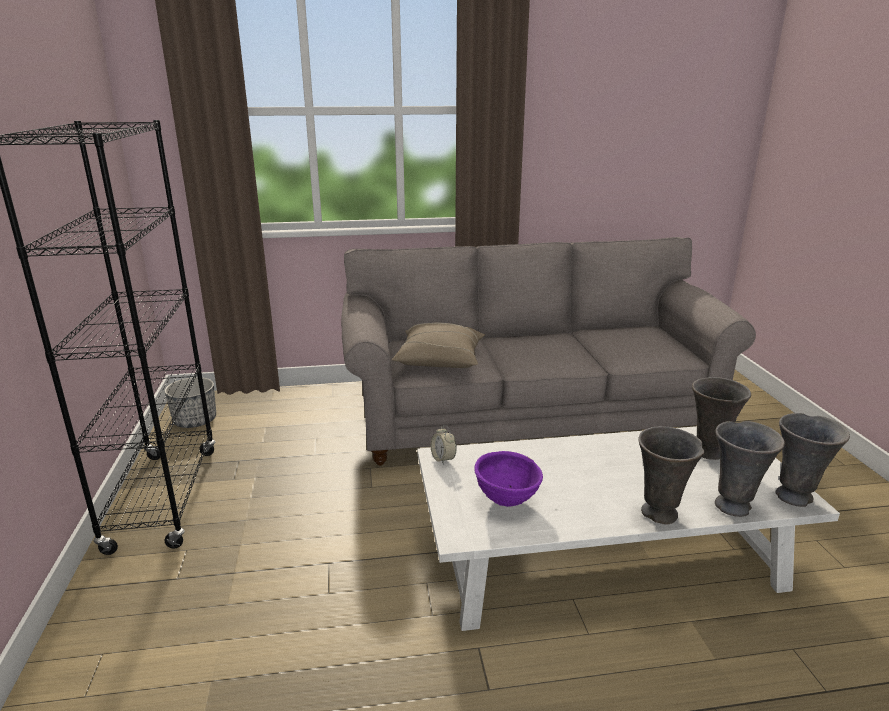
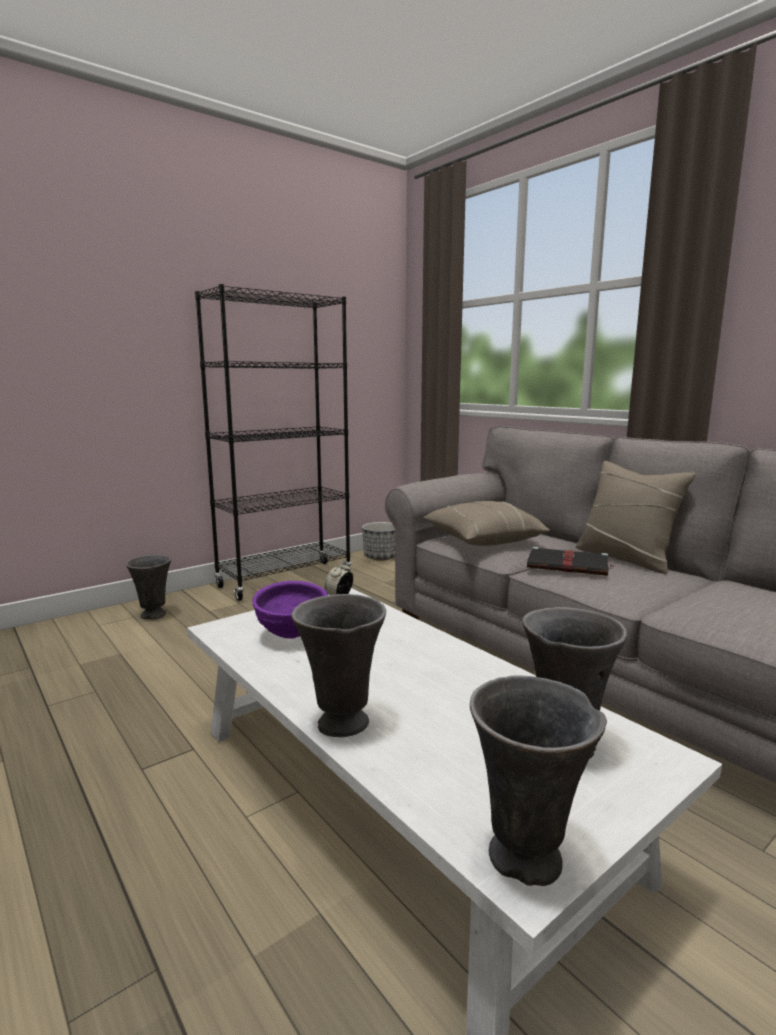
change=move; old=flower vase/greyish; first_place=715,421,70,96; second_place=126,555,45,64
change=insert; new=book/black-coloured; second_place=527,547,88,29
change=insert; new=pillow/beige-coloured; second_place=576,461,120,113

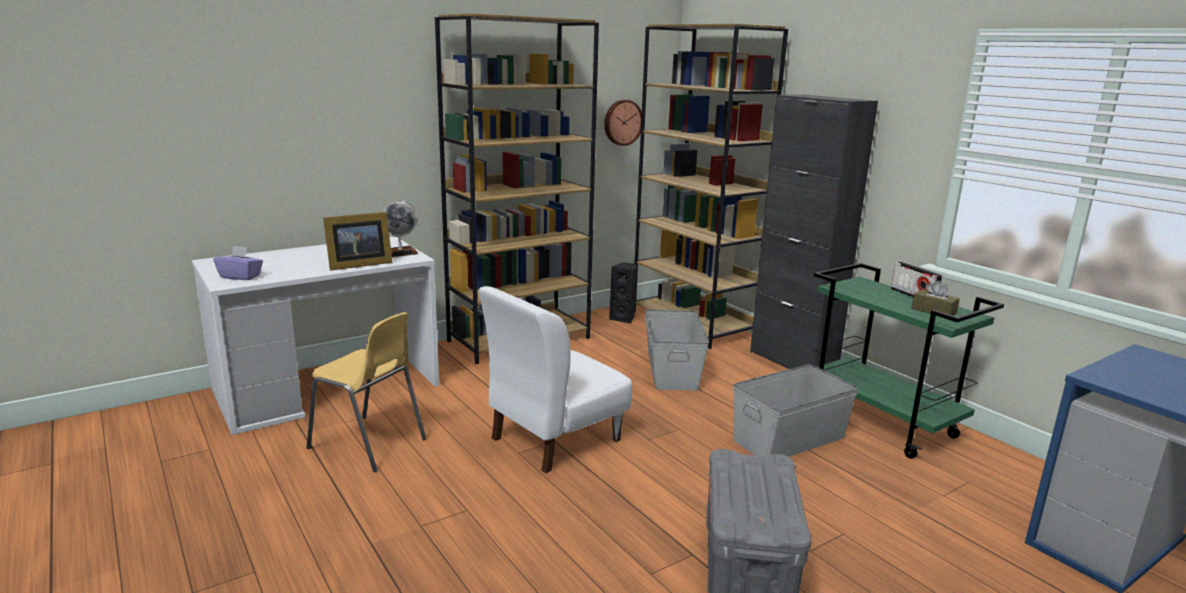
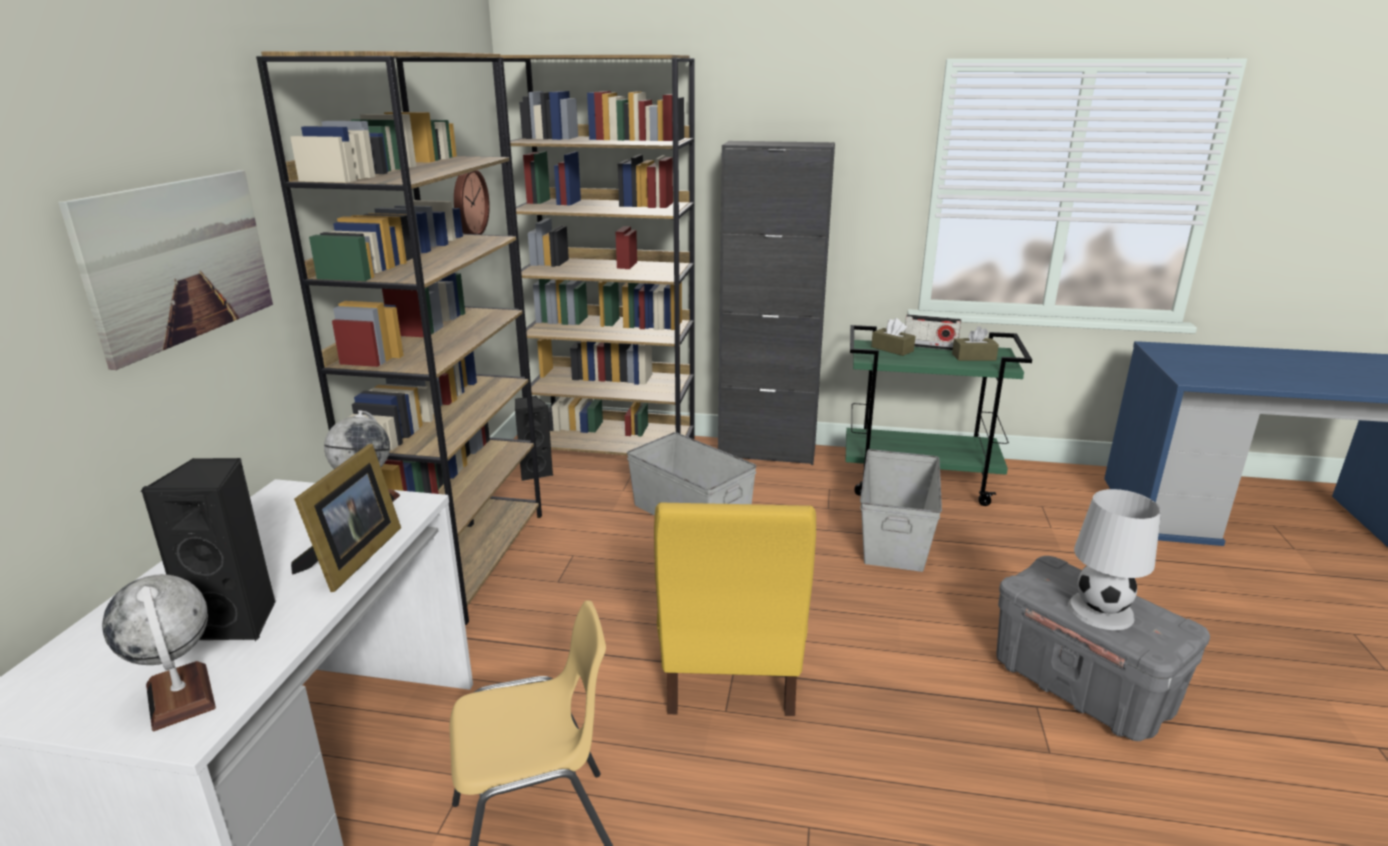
change=replace; old=box of tissues/purple; new=desk globe; first_place=213,246,50,34; second_place=102,574,114,157
change=recolor; old=plain chair/white-coloured; new=plain chair/yellowish; first_place=479,286,153,187; second_place=654,502,162,214
change=insert; new=wall art; second_place=58,170,215,200
change=insert; new=speaker/black-coloured; second_place=140,458,136,184
change=insert; new=box of tissues/brownish; second_place=871,318,44,38
change=insert; new=tabletop lamp/white-coloured; second_place=1069,489,92,141

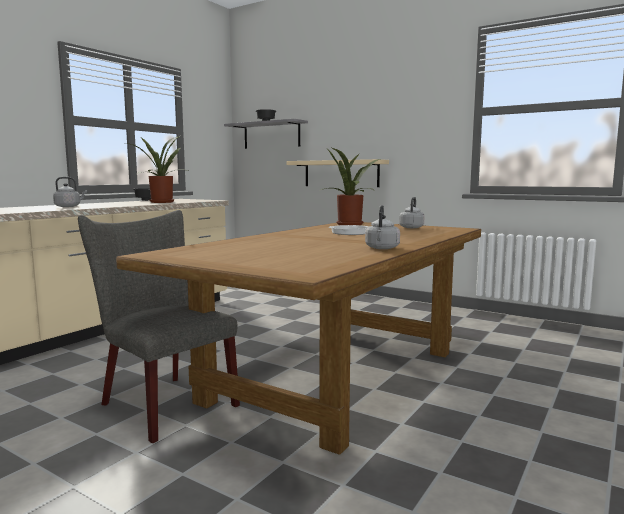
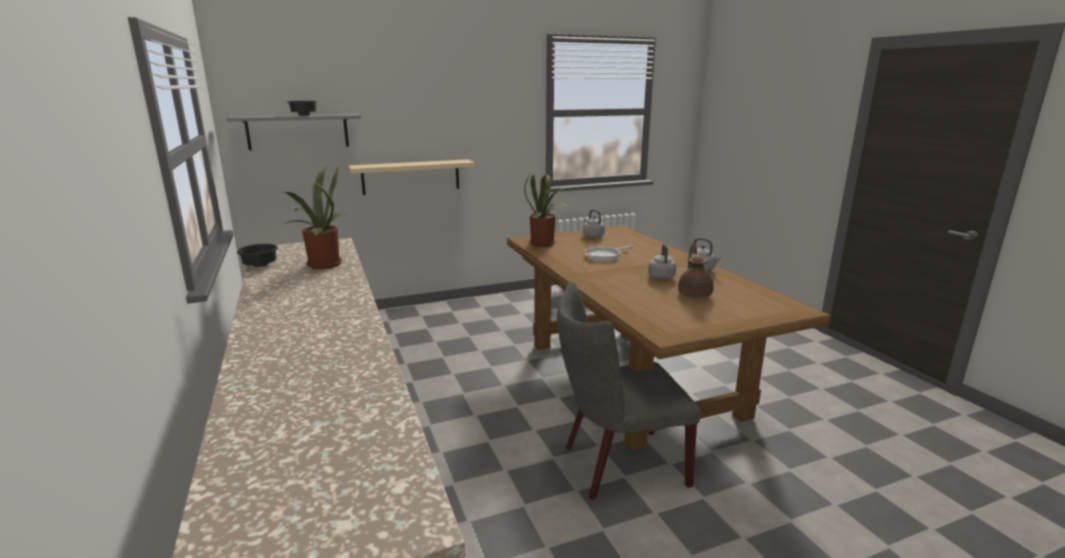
change=move; old=kettle/greyish; first_place=53,177,34,30; second_place=648,244,28,35
change=insert; new=teapot/brownish; second_place=678,243,36,55

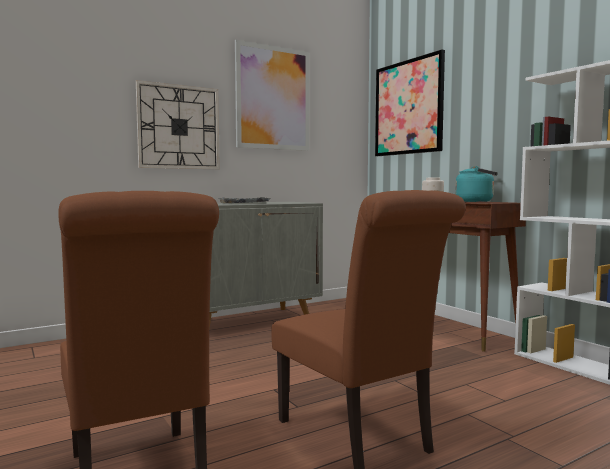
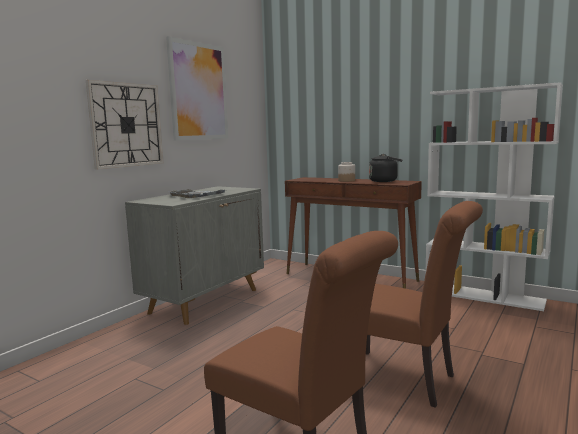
change=delete; old=wall art; first_place=375,49,70,107
change=recolor; old=kettle/turquoise-coloured; new=kettle/black-coloured; first_place=455,166,43,36; second_place=369,154,34,28

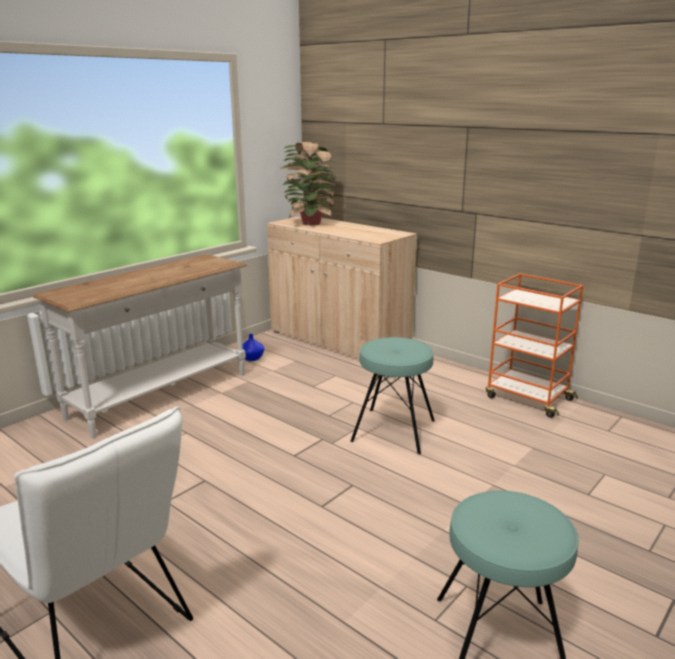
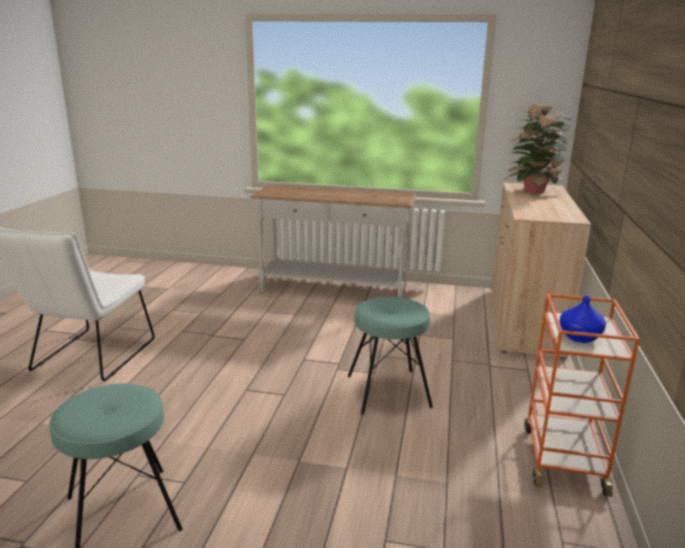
change=move; old=flower vase/bluish; first_place=243,334,21,27; second_place=560,296,46,47

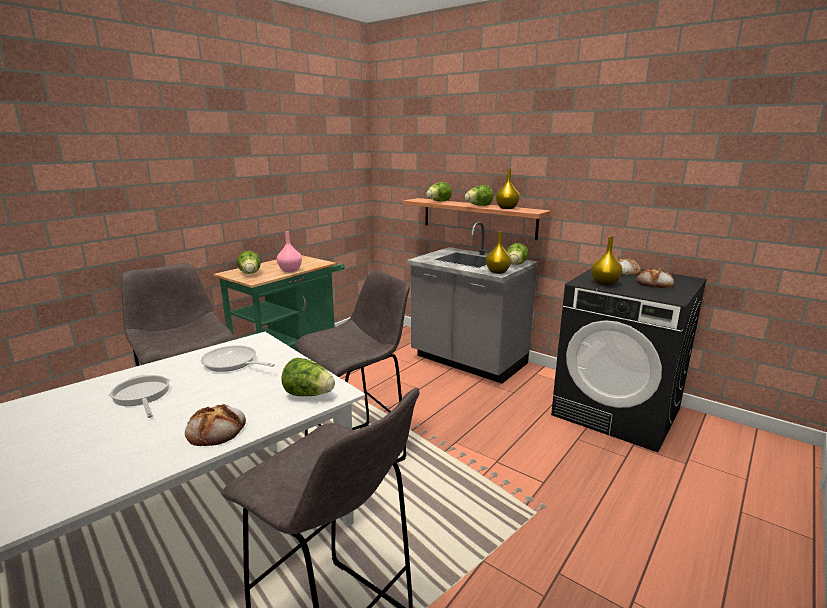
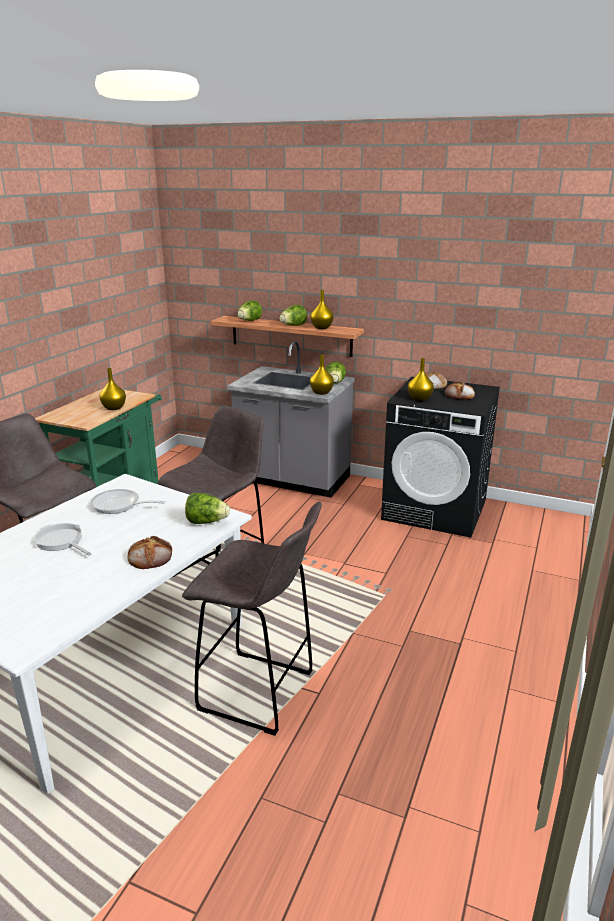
change=delete; old=lettuce; first_place=236,251,25,23
change=recolor; old=flower vase/pinkish; new=flower vase/yellowish; first_place=277,231,25,41; second_place=99,368,27,42

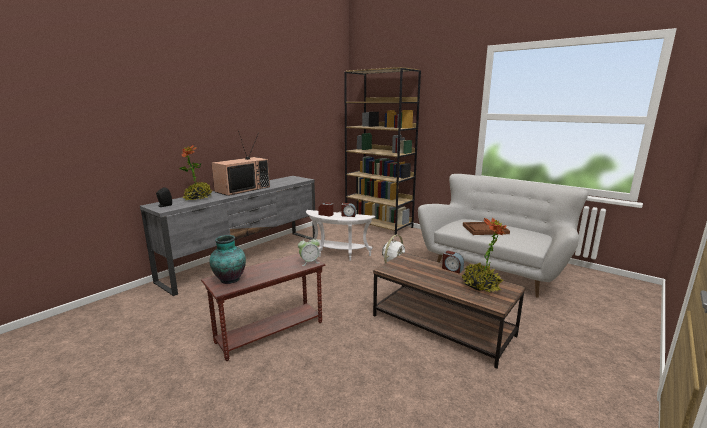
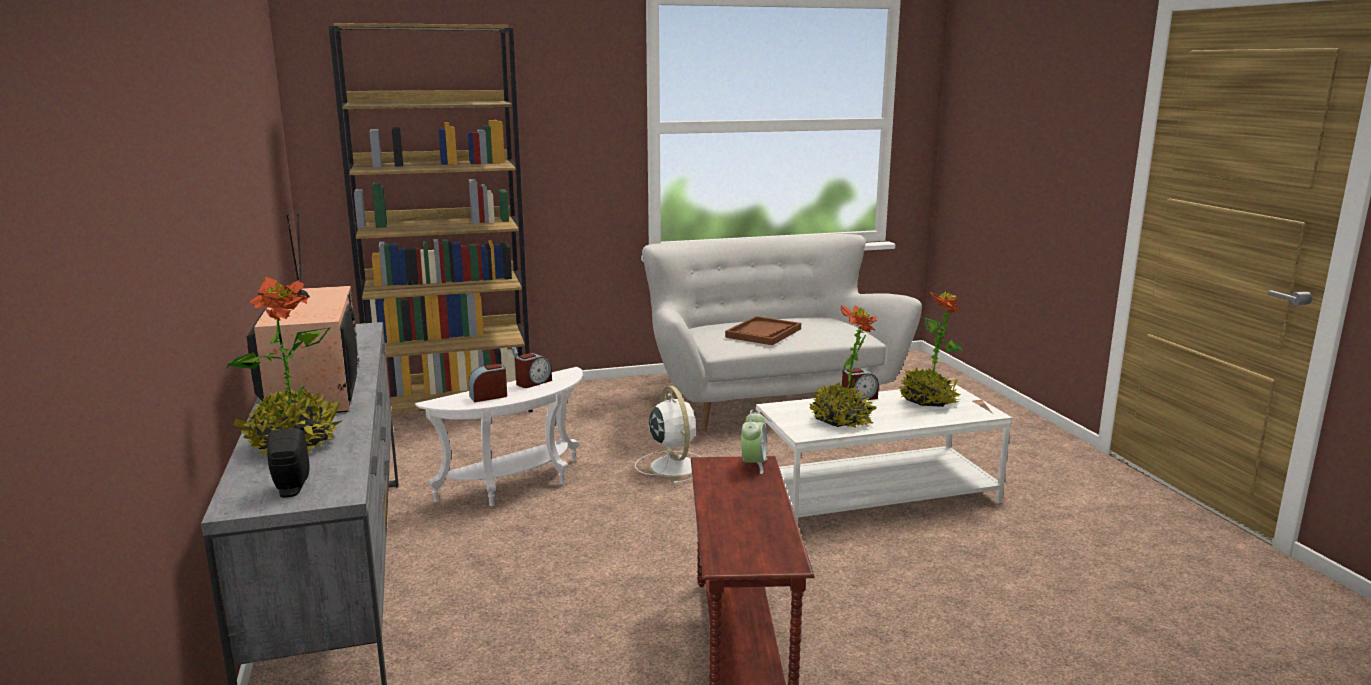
change=delete; old=flower vase; first_place=209,235,37,49
change=recolor; old=low table/brownish; new=low table/white-coloured; first_place=373,253,153,116; second_place=756,384,256,139
change=insert; new=houseplant; second_place=809,305,68,123

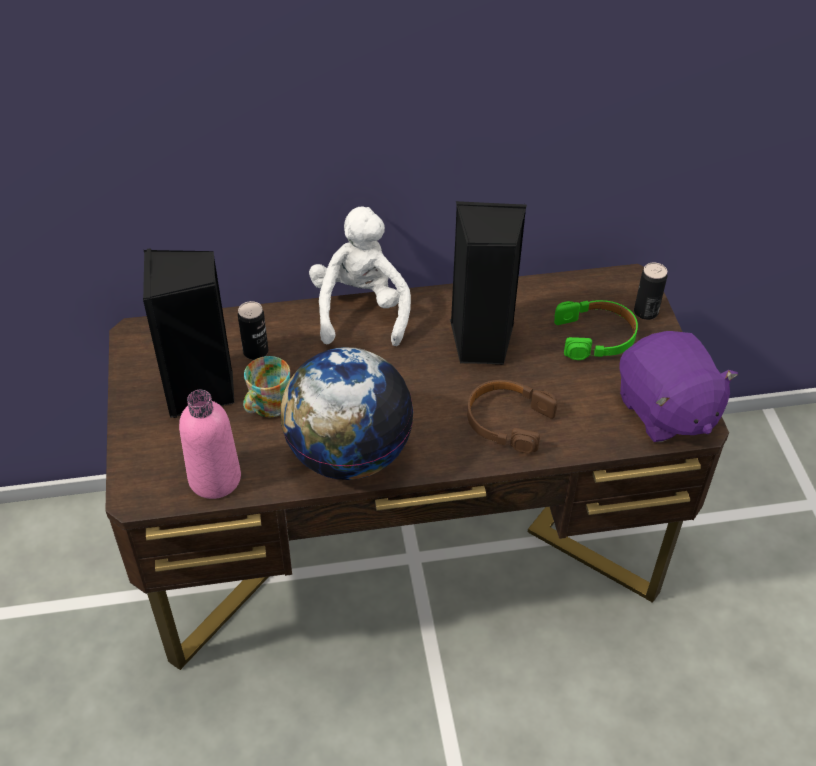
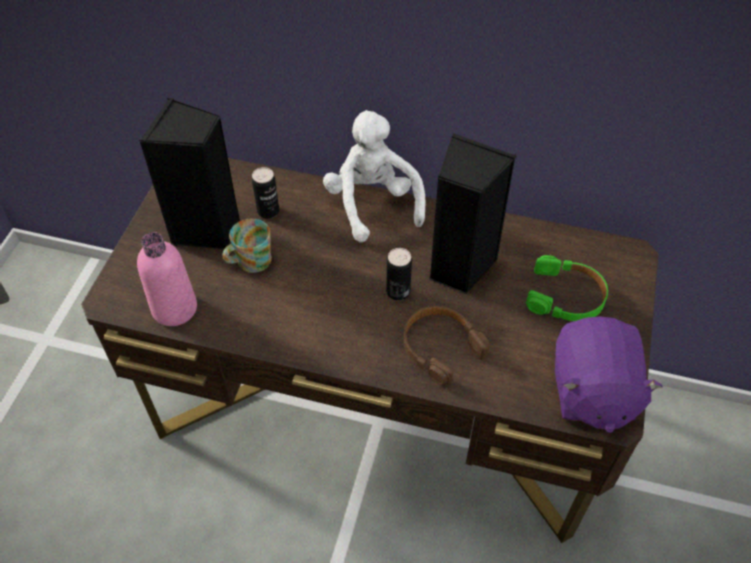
change=delete; old=desk globe; first_place=280,347,134,133
change=rotate; old=soft toy/white-coloured; first_place=309,207,102,139; second_place=323,110,102,133; degrees=-45
change=move; old=sealed can; first_place=634,263,33,57; second_place=386,248,26,52

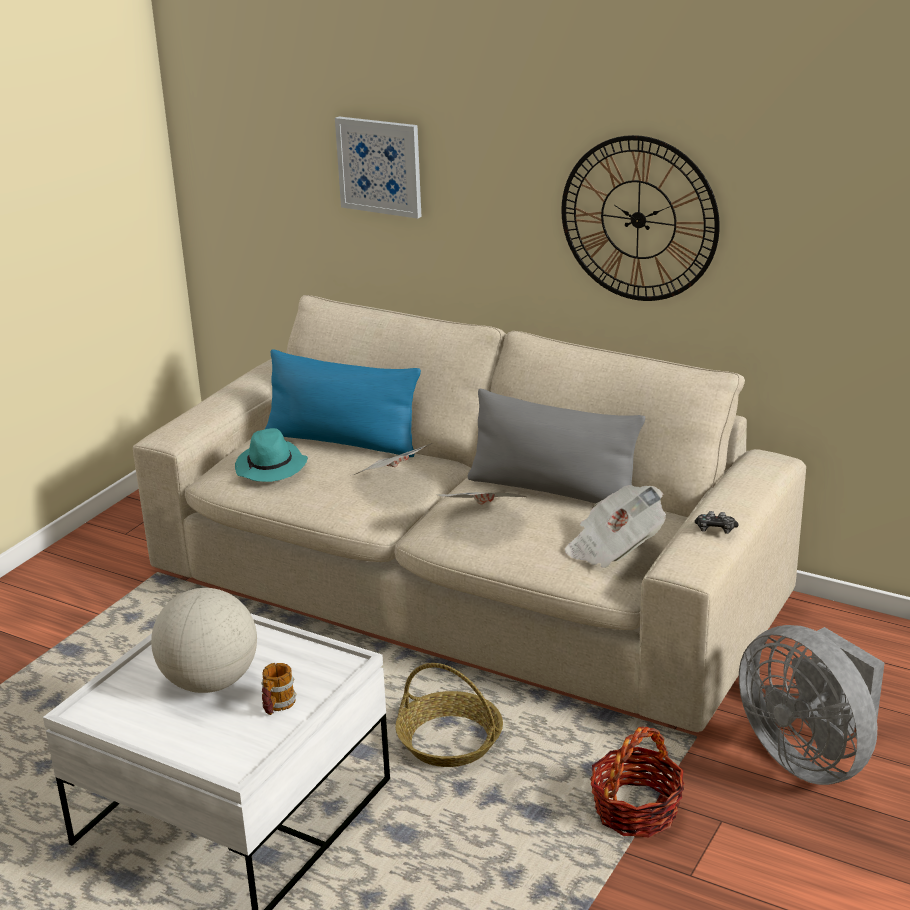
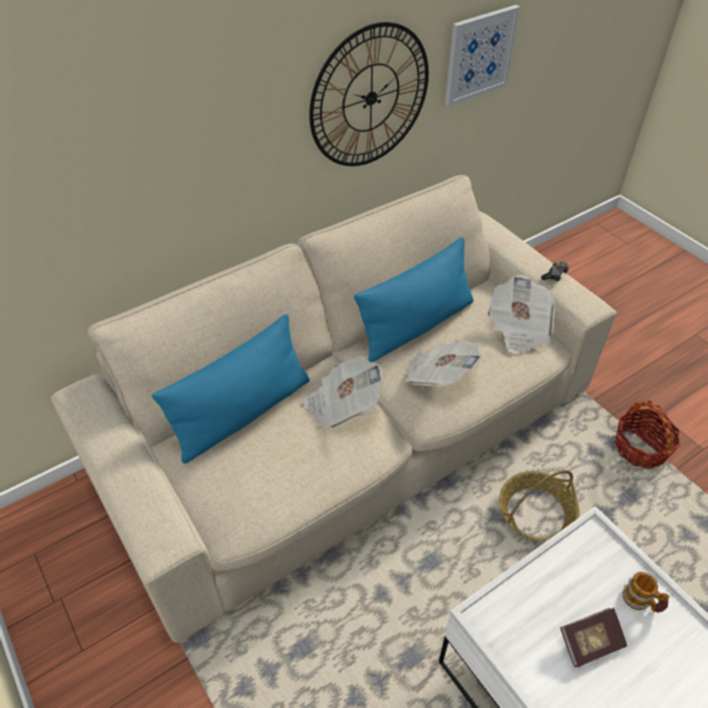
change=replace; old=desk globe; new=book; first_place=151,588,106,105; second_place=560,608,67,59
change=delete; old=clothing hat/turquoise-coloured; first_place=235,428,73,54
change=move; old=wall art; first_place=335,117,86,102; second_place=445,5,75,101
change=recolor; old=pillow/greyish; new=pillow/bluish; first_place=468,389,177,114; second_place=354,237,120,125
change=delete; old=electric fan/greyish; first_place=739,625,146,160

